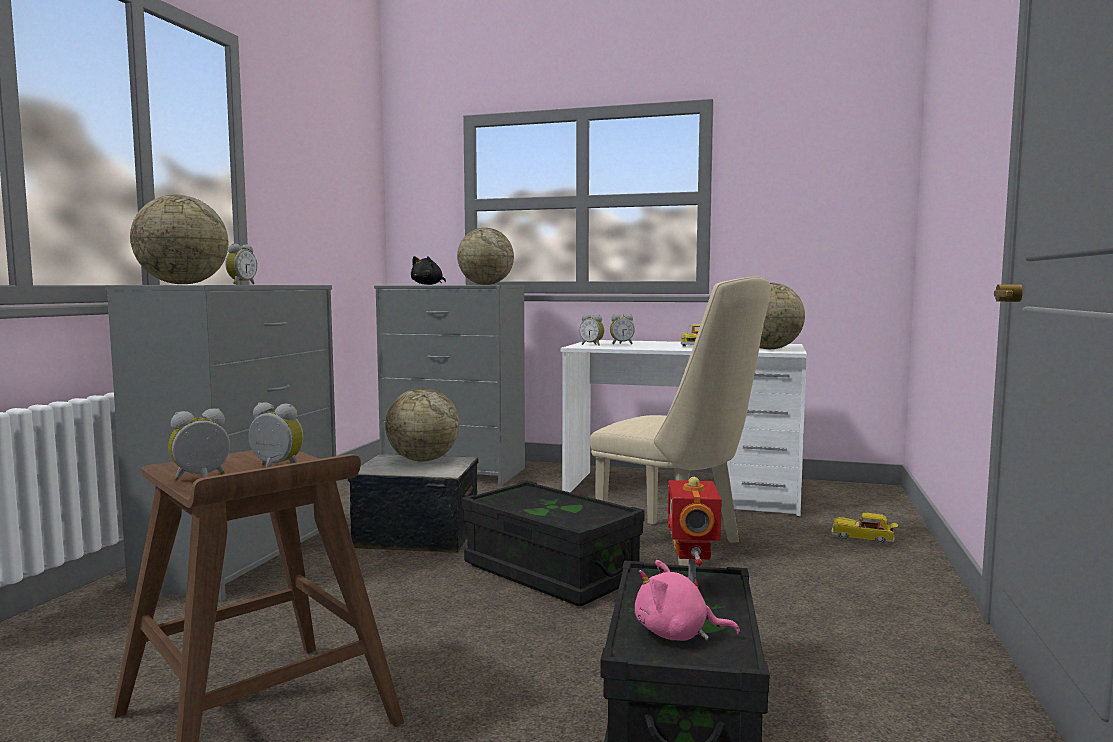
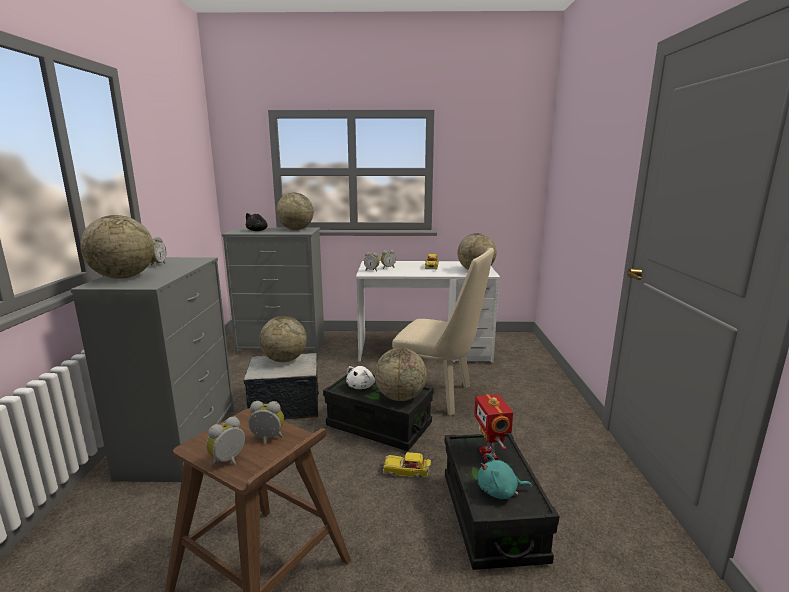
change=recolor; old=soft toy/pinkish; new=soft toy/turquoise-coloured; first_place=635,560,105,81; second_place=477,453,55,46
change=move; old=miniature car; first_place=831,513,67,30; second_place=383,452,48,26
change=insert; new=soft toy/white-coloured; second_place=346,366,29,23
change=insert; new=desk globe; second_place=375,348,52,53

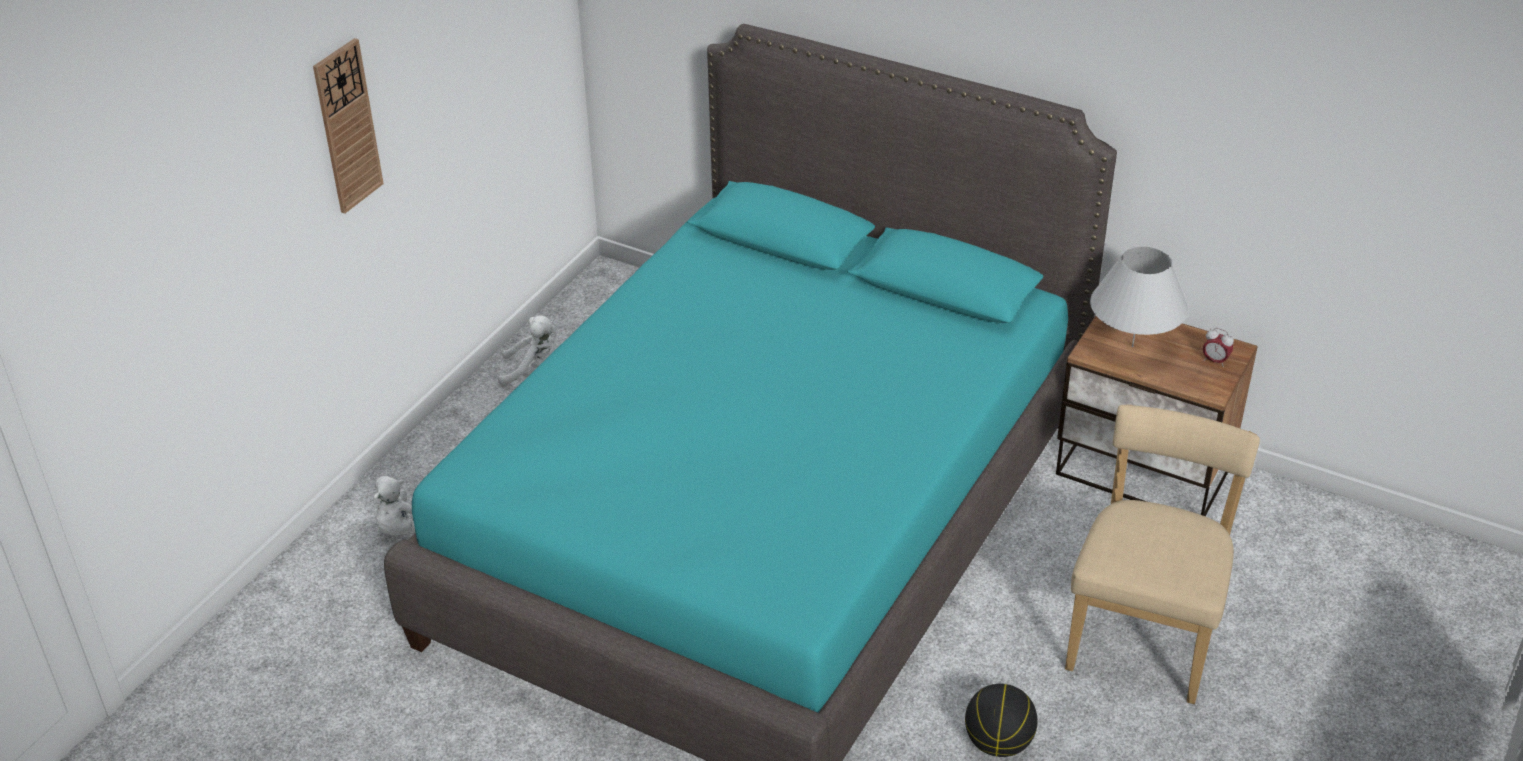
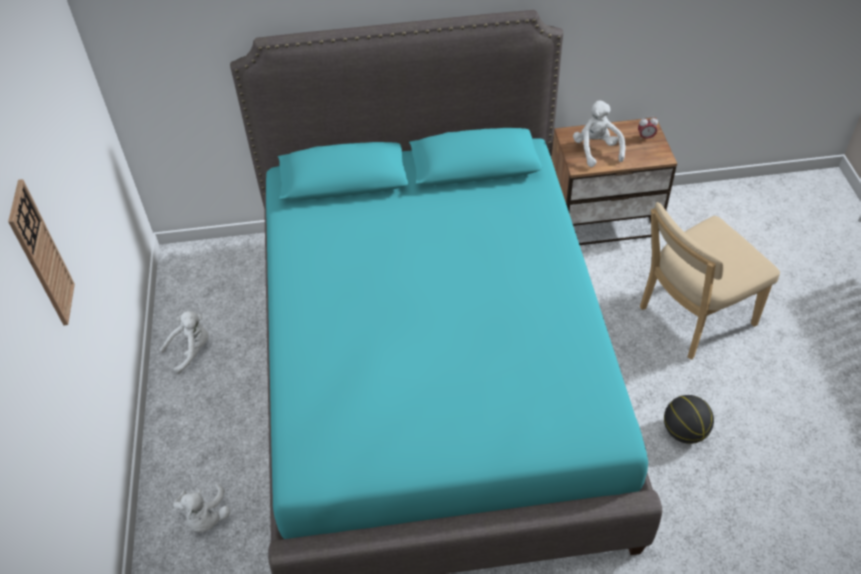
change=rotate; old=plain chair/beige-coloured; first_place=1065,405,195,299; second_place=640,202,140,158; degrees=-105
change=replace; old=tabletop lamp/white-coloured; new=soft toy/white-coloured; first_place=1090,246,98,101; second_place=573,100,53,67

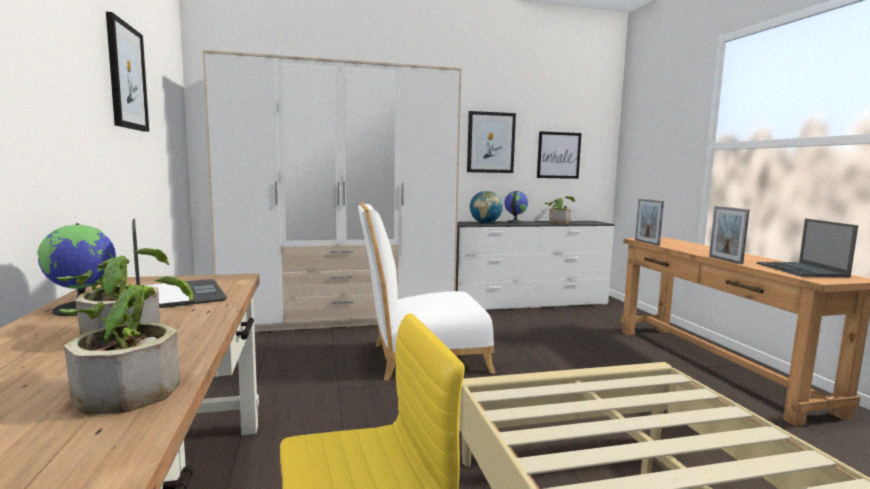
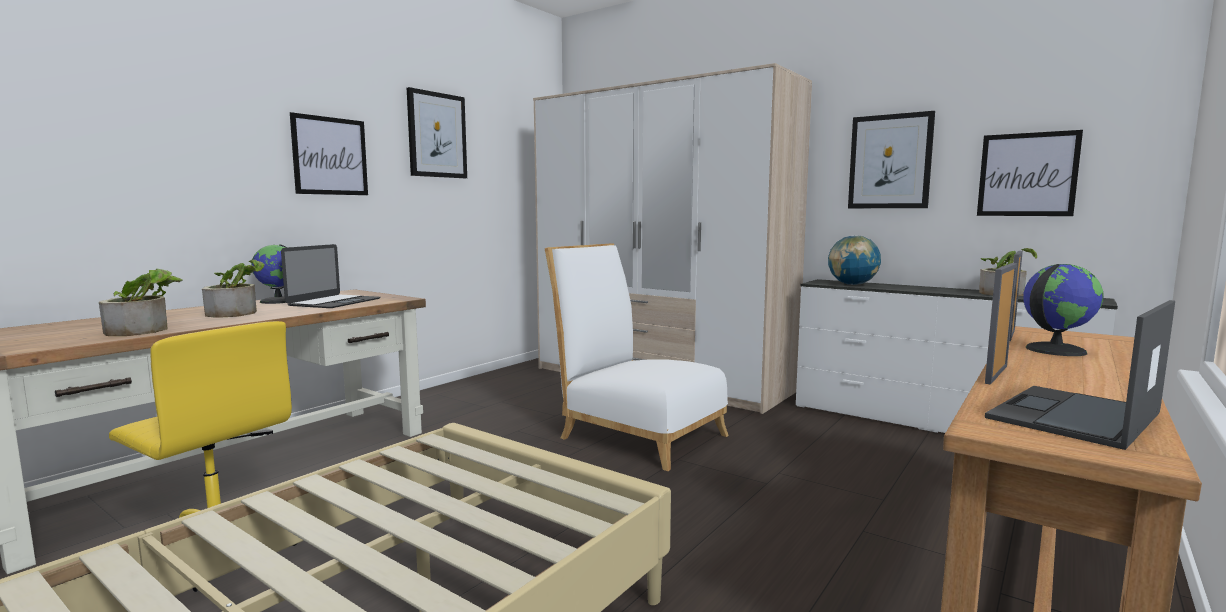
change=move; old=desk globe; first_place=504,191,24,33; second_place=1023,264,81,92
change=insert; new=wall art; second_place=290,112,78,83

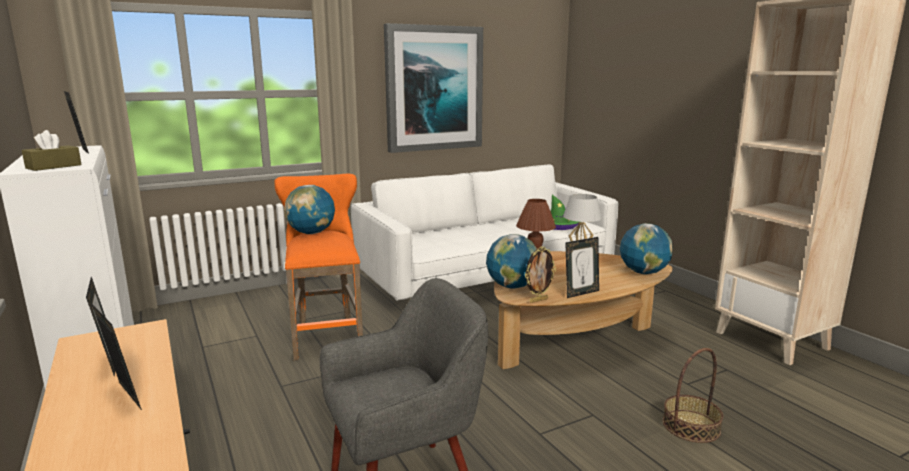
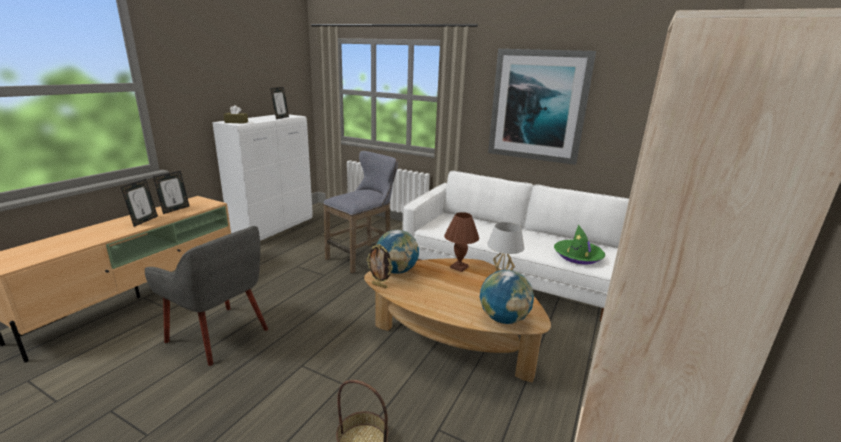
change=recolor; old=stool seat/orangey; new=stool seat/greyish; first_place=274,174,89,186; second_place=323,151,75,122
change=delete; old=desk globe; first_place=284,185,51,49
change=delete; old=photo frame; first_place=565,237,34,61

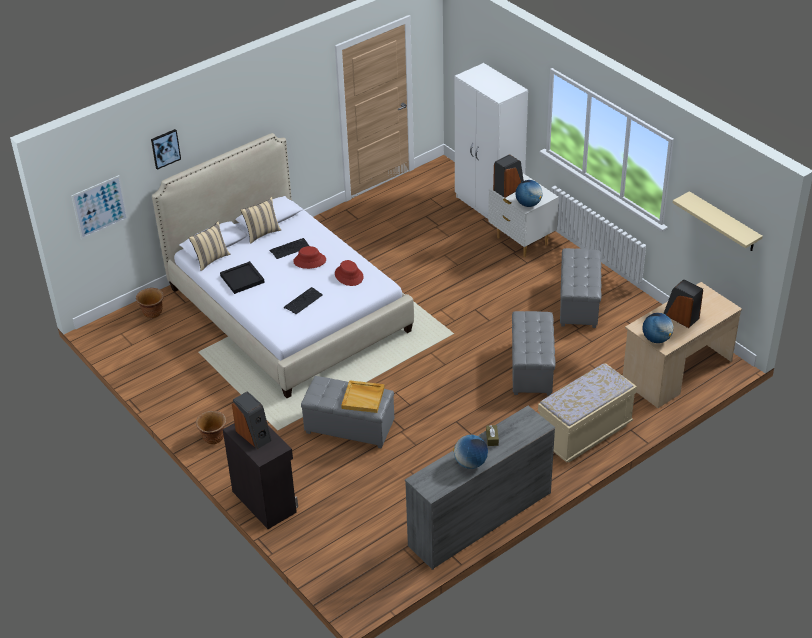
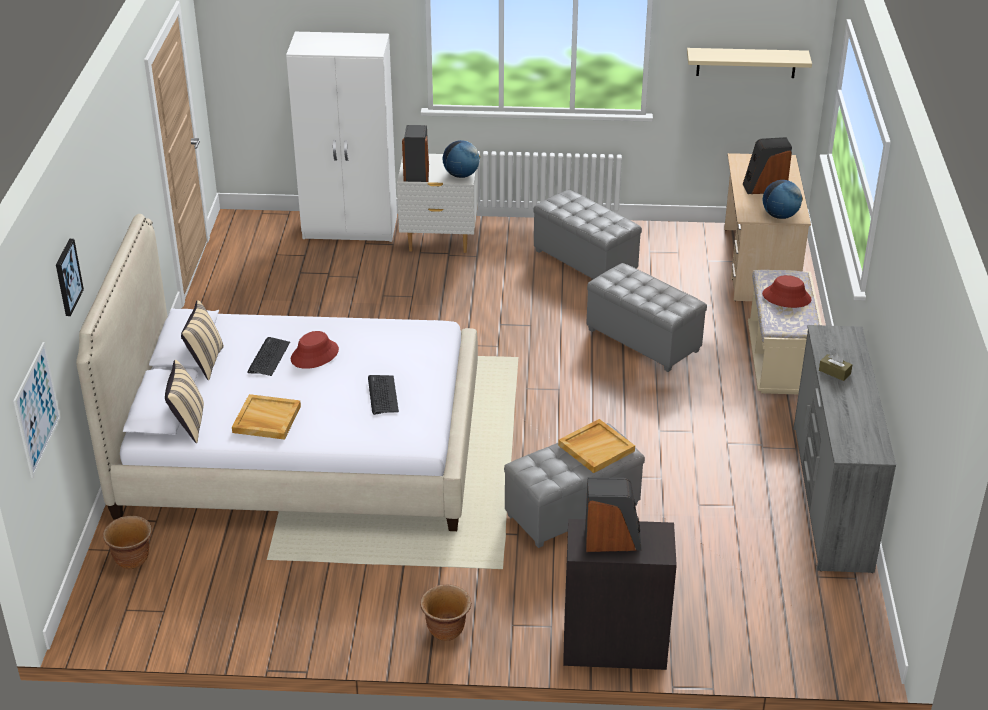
change=recolor; old=tray/black-coloured; new=tray/beige-coloured; first_place=220,261,45,33; second_place=232,394,69,46
change=move; old=clothing hat/reddish; first_place=335,260,29,26; second_place=762,275,50,33
change=delete; old=desk globe; first_place=453,435,35,34

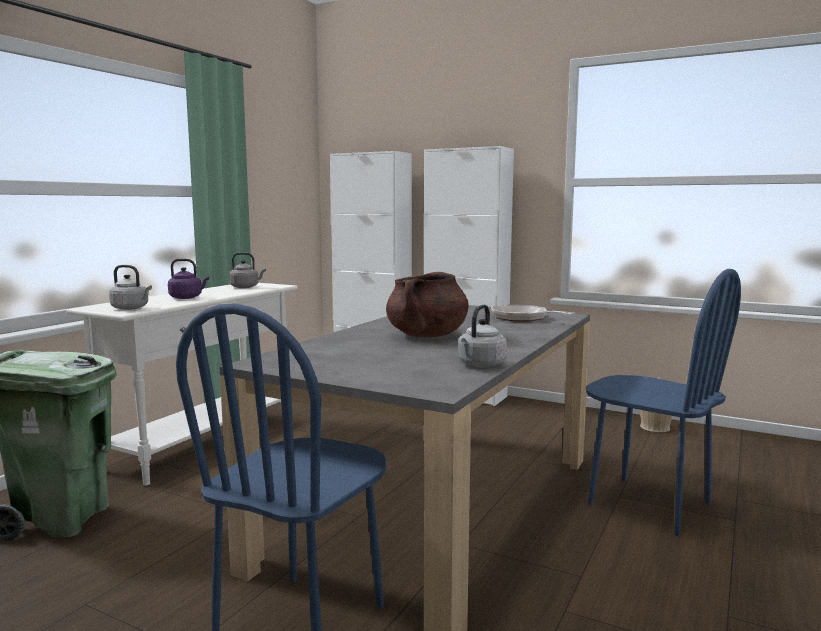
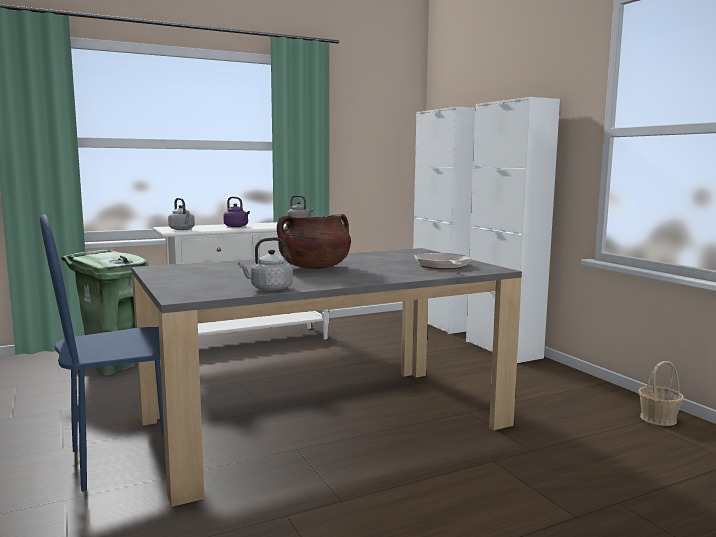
change=delete; old=plain chair/bluish; first_place=586,269,155,267

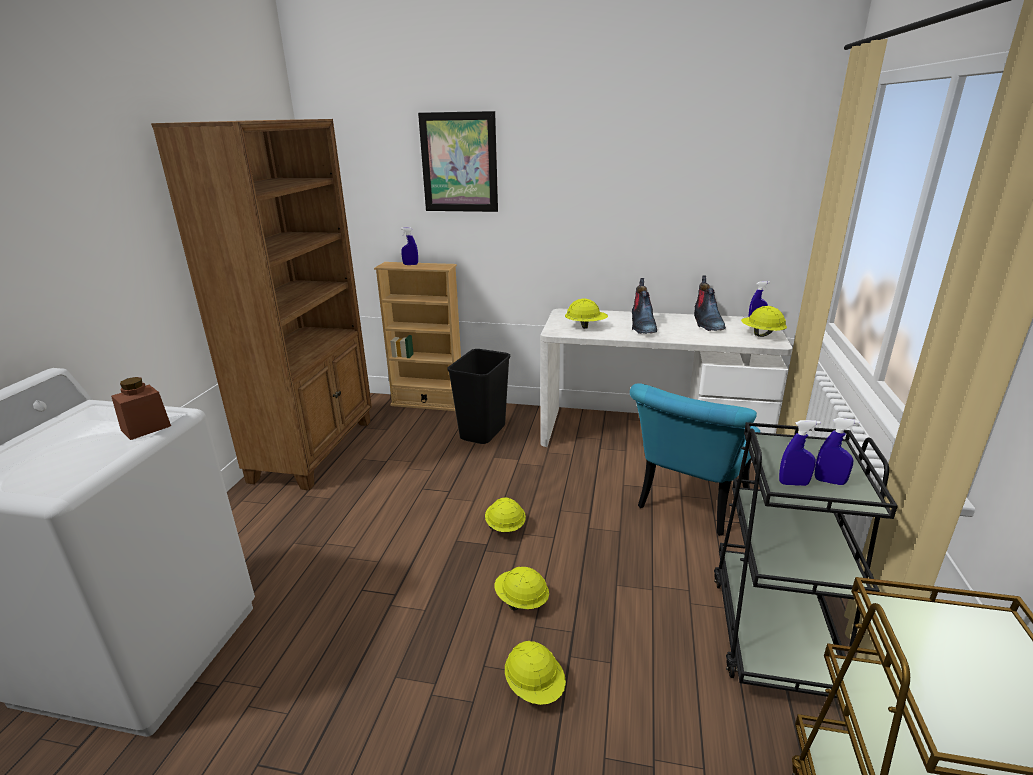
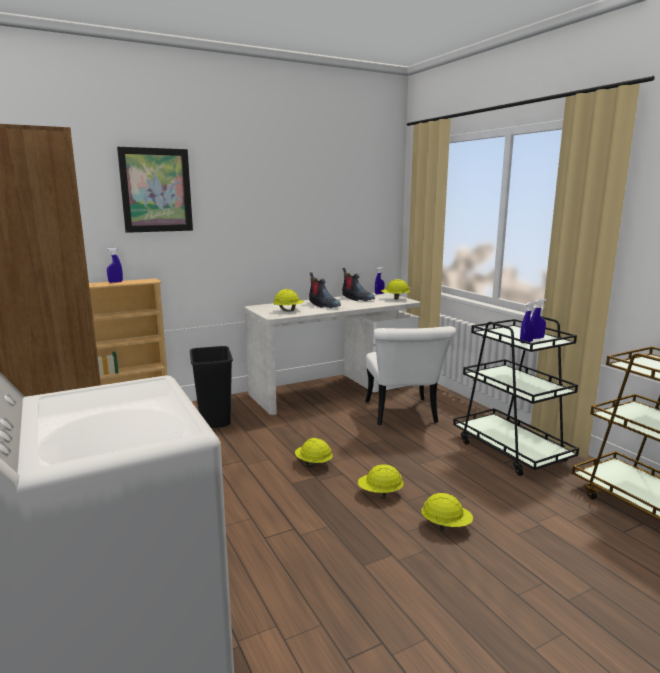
change=delete; old=preserve jar/brownish; first_place=111,377,60,63
change=recolor; old=plain chair/turquoise-coloured; new=plain chair/white-coloured; first_place=630,383,131,153; second_place=365,326,91,99

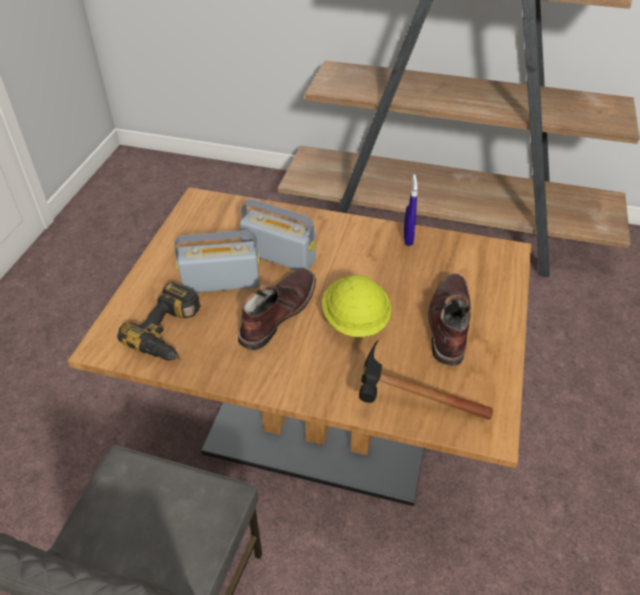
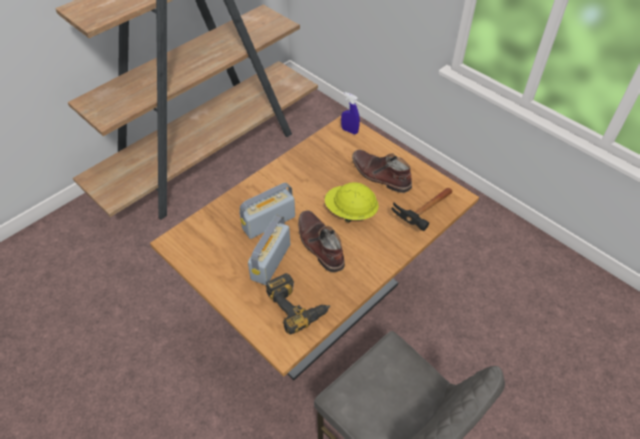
change=move; old=hand sprayer/bluish; first_place=404,174,14,72; second_place=341,92,19,42

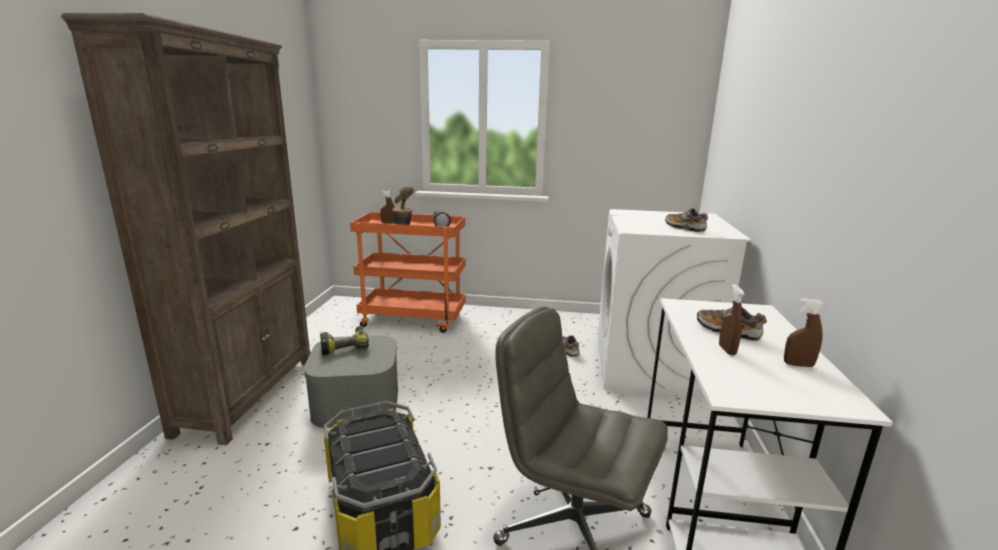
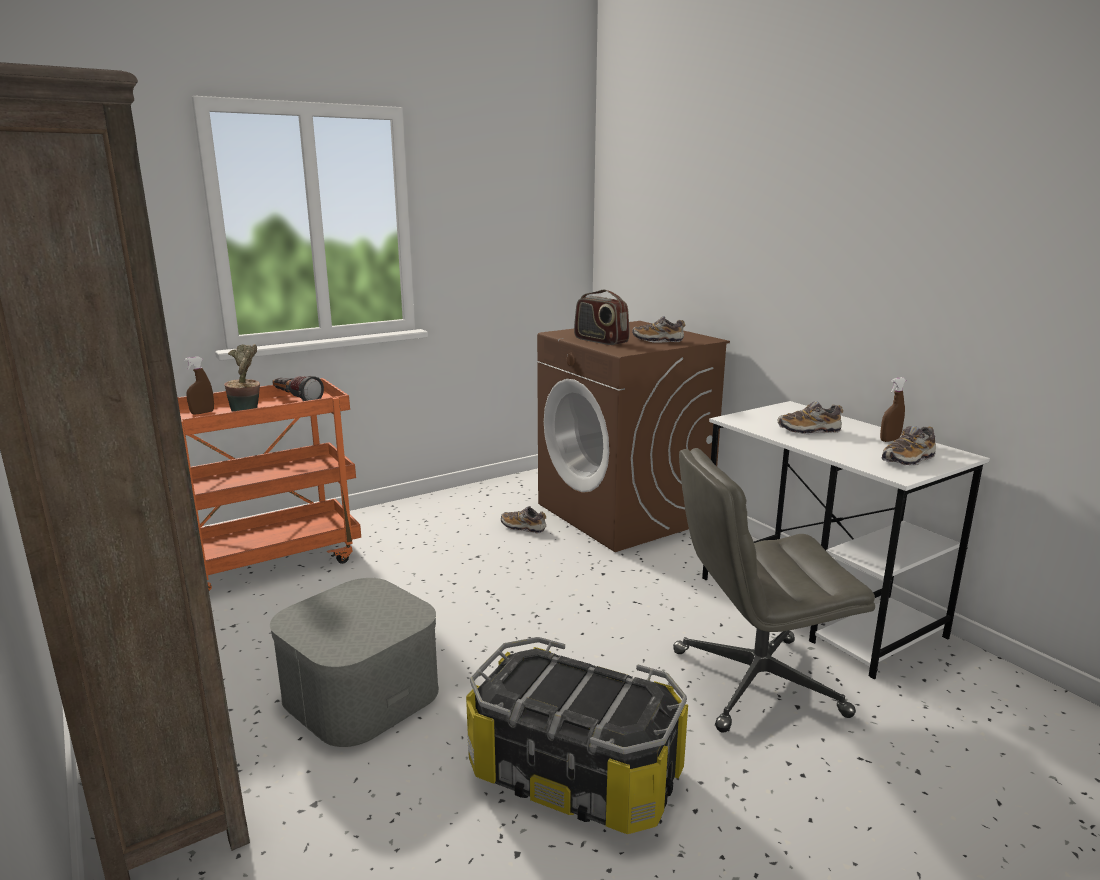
change=delete; old=power drill; first_place=320,326,49,29
change=recolor; old=washing machine/white-coloured; new=washing machine/brownish; first_place=598,209,154,189; second_place=537,321,193,231
change=delete; old=hand sprayer/brownish; first_place=719,284,26,71
change=insert; new=radio; second_place=574,289,56,56
change=insert; new=item of footwear; second_place=881,426,55,39

